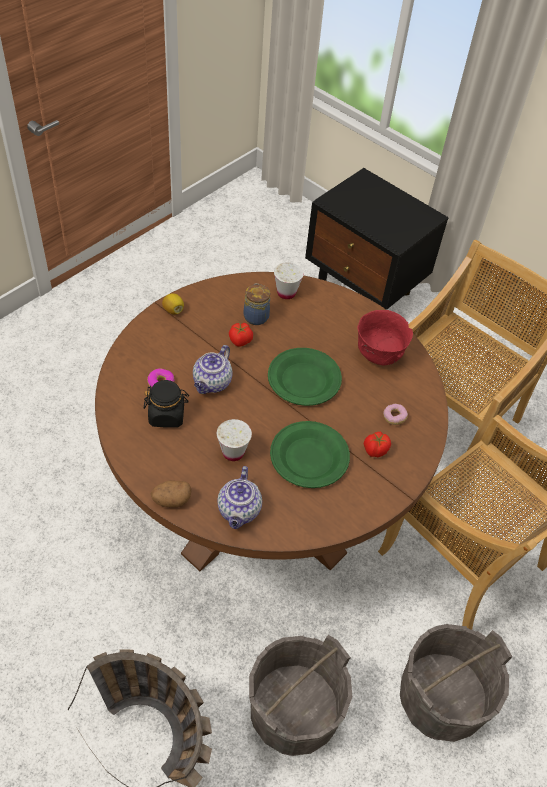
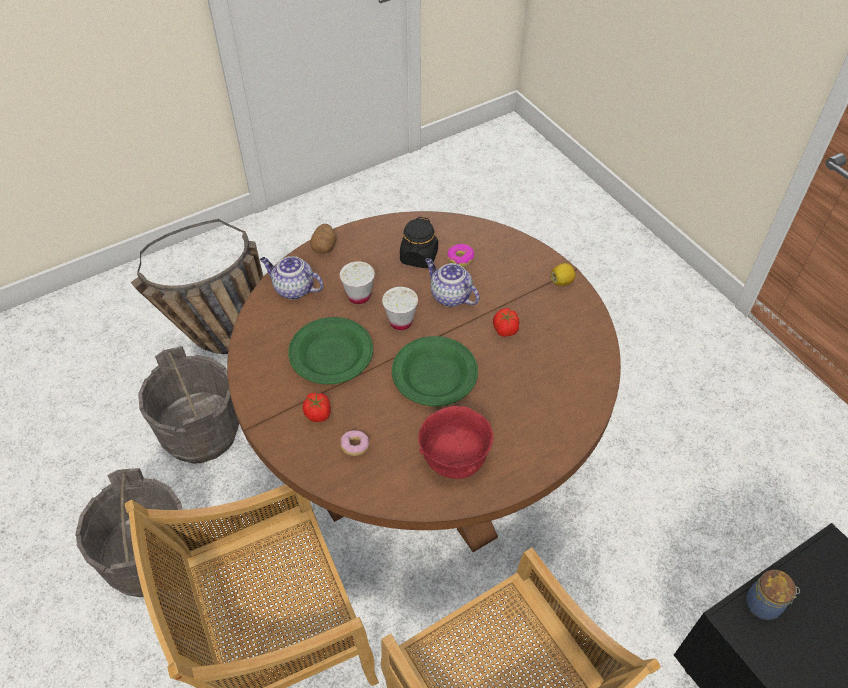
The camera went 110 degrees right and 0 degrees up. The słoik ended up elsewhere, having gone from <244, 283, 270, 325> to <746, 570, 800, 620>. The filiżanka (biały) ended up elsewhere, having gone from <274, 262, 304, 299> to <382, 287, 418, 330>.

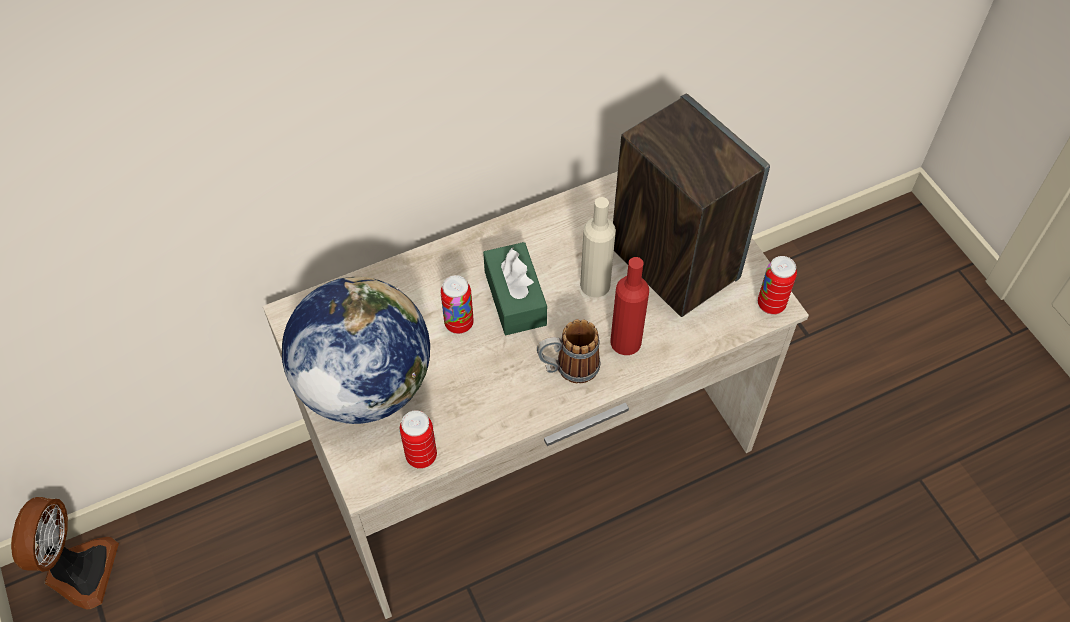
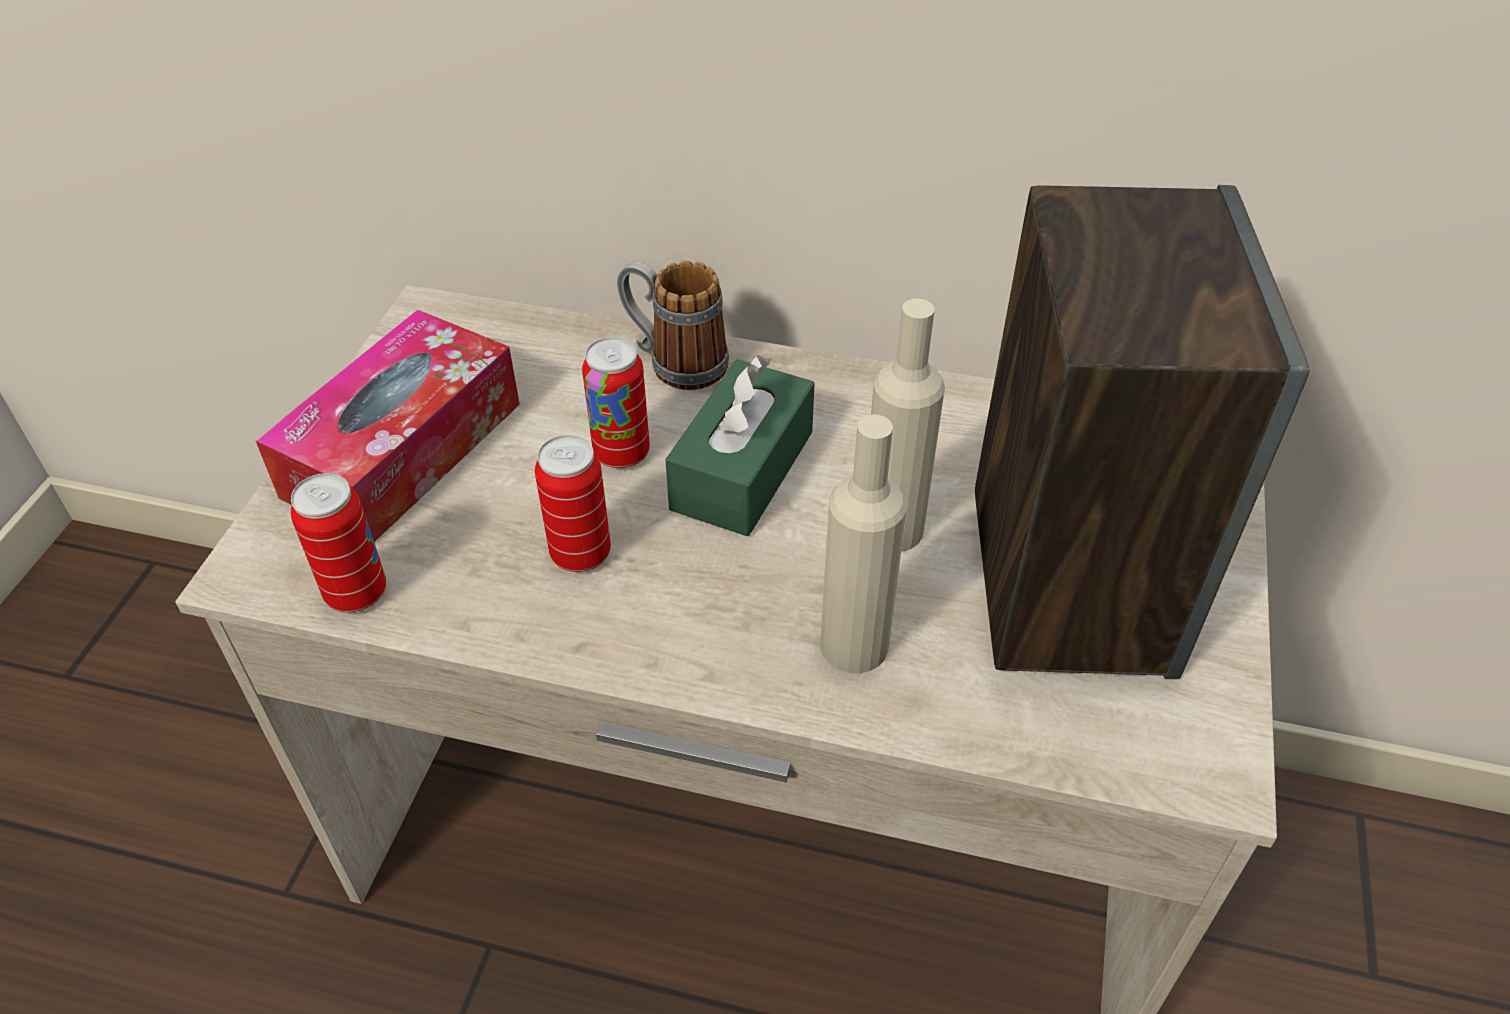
The camera went 40 degrees right and 10 degrees down. The second view lost the wentylator at <11, 497, 119, 609>. Where the globus stood at <282, 277, 430, 424>, the pudełko chusteczek came to stand at <256, 309, 520, 542>. The kubek ended up elsewhere, having gone from <537, 319, 600, 383> to <617, 261, 729, 390>. What was the butelka (czerwony) at <611, 257, 649, 355> turned into the butelka (beżowy) at <820, 414, 906, 673>. The puszka ended up elsewhere, having gone from <758, 256, 797, 315> to <535, 435, 611, 572>.

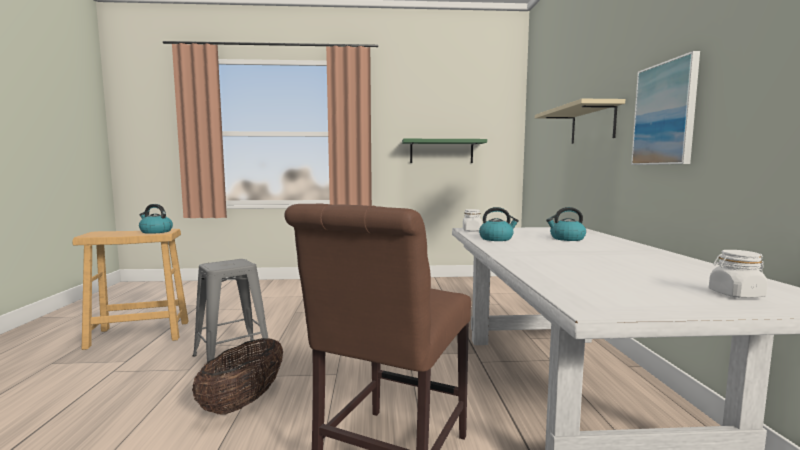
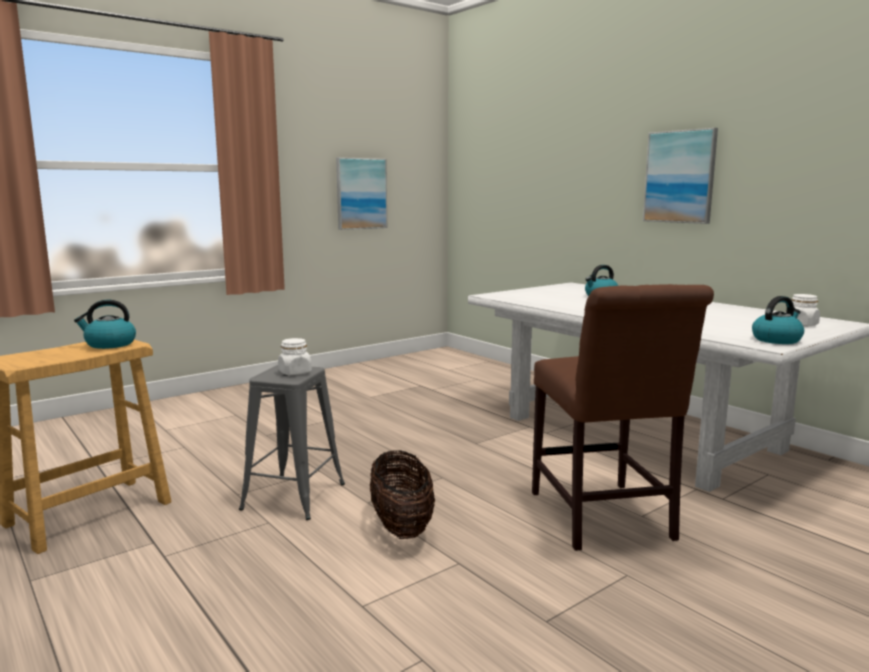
The camera went 35 degrees left and 5 degrees up. Where the półka (zielony) hung at <402, 139, 487, 163>, the obraz came to hang at <336, 157, 387, 230>. The słoik (biały) ended up elsewhere, having gone from <463, 209, 482, 232> to <278, 338, 312, 375>. The czajnik ended up elsewhere, having gone from <479, 207, 519, 241> to <752, 296, 804, 344>. The second view lost the półka (beżowy) at <535, 99, 625, 144>.

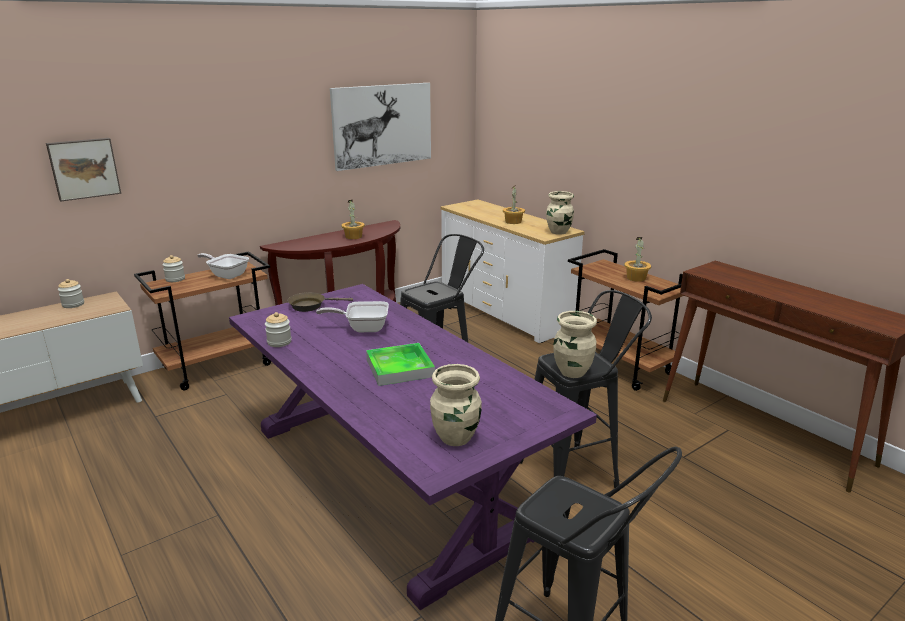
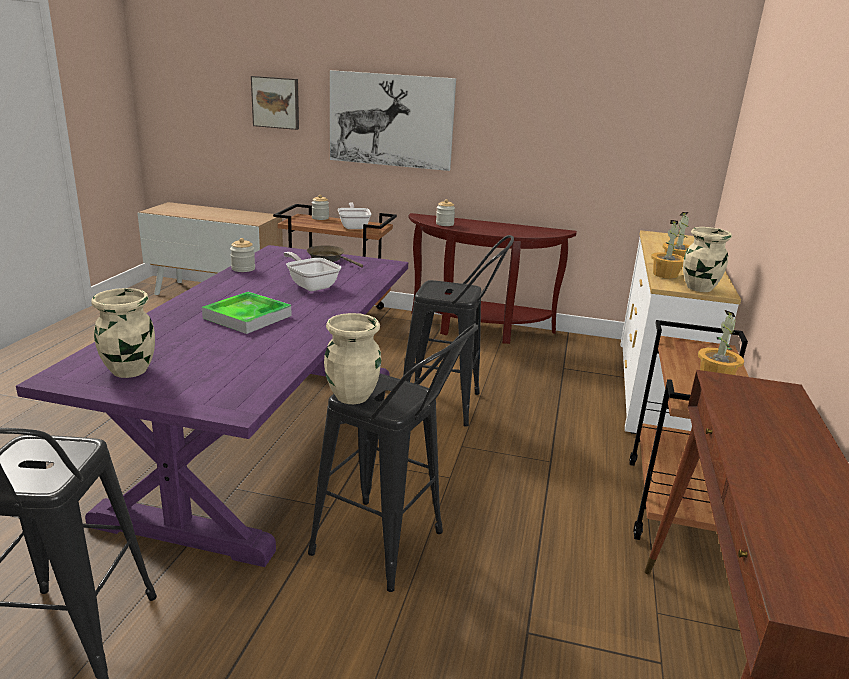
The camera went 50 degrees right and 0 degrees up. The słoik ended up elsewhere, having gone from <58, 279, 84, 308> to <436, 199, 455, 226>. The obraz ended up elsewhere, having gone from <330, 83, 431, 171> to <330, 70, 456, 171>. The roślina doniczkowa ended up elsewhere, having gone from <341, 200, 365, 239> to <651, 220, 684, 279>.

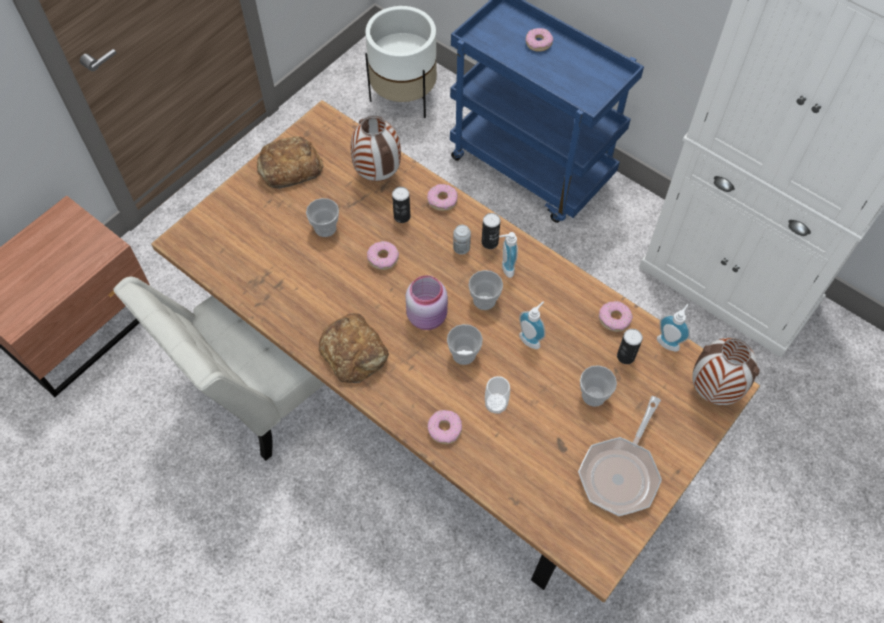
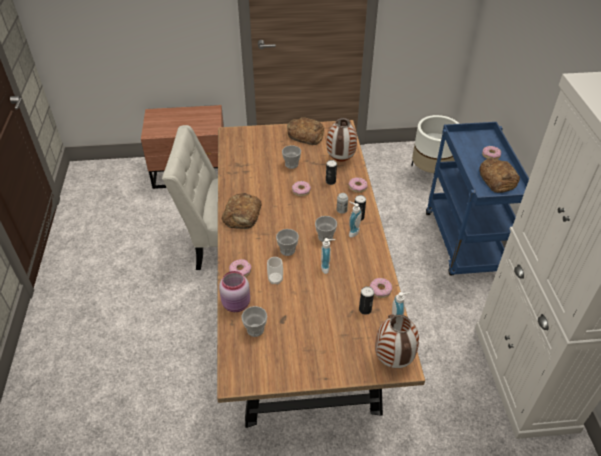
The camera went 45 degrees right and 15 degrees down. The słoik (różowy) ended up elsewhere, having gone from <405, 275, 448, 330> to <219, 271, 250, 312>. The second view lost the patelnia at <578, 396, 662, 516>. The filiżanka ended up elsewhere, having gone from <580, 365, 617, 407> to <241, 306, 267, 337>. The second view gained the chleb at <479, 158, 520, 193>.

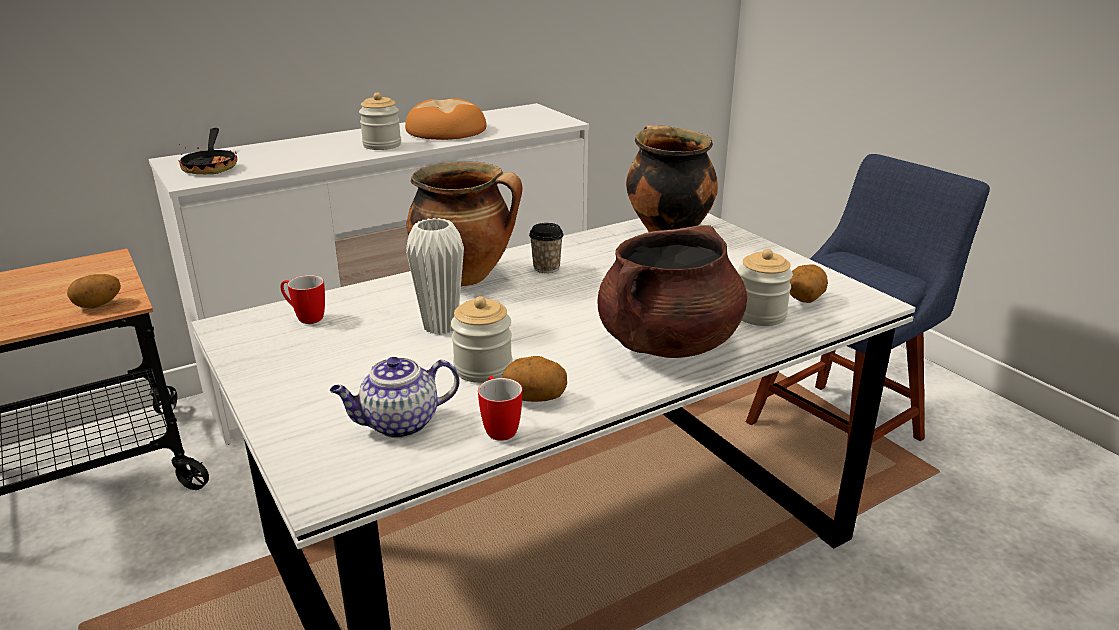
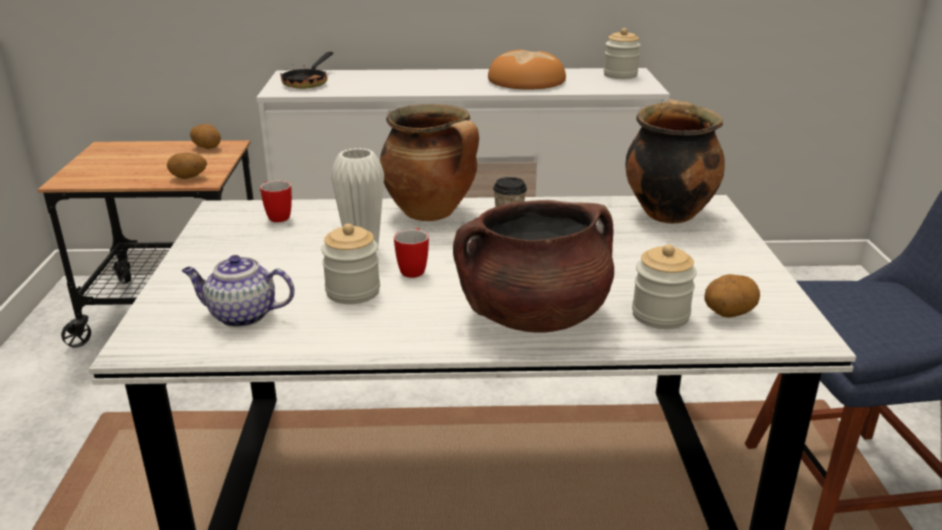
The camera went 30 degrees right and 0 degrees up. The słoik ended up elsewhere, having gone from <359, 93, 401, 150> to <604, 28, 641, 79>. The kubek ended up elsewhere, having gone from <478, 376, 522, 441> to <394, 228, 429, 278>. The ziemniak ended up elsewhere, having gone from <502, 356, 567, 402> to <190, 124, 221, 149>.

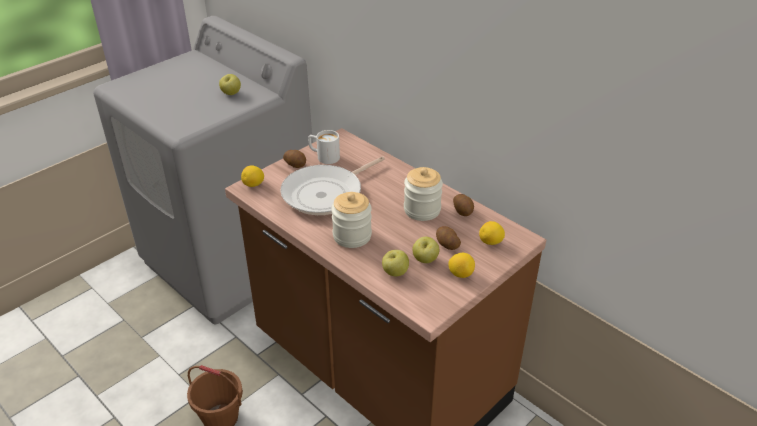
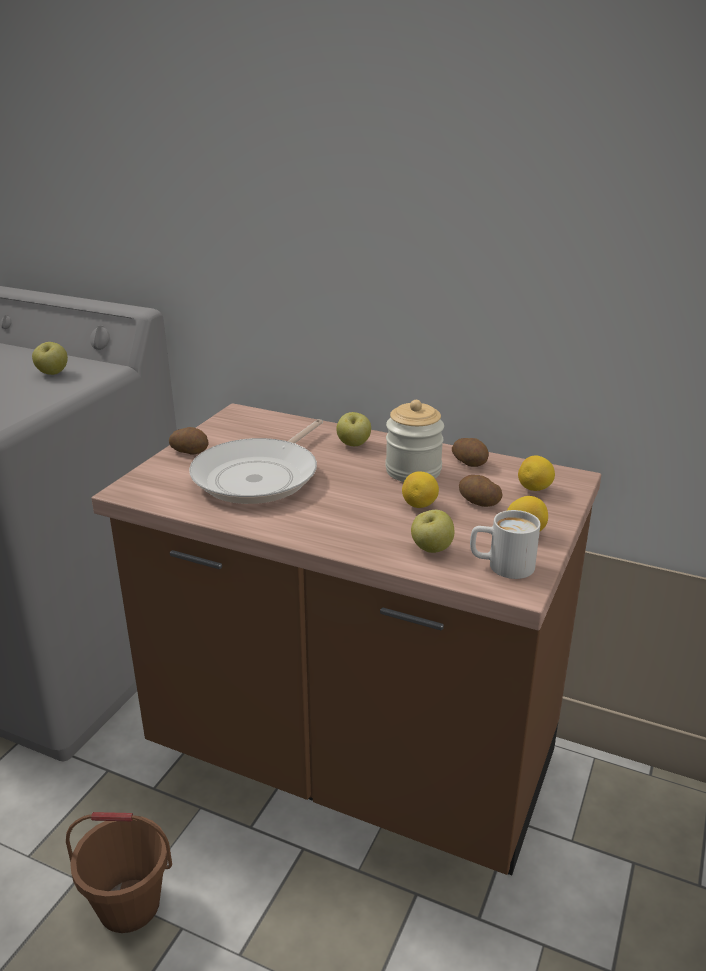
The camera went 20 degrees left and 10 degrees down. The cytryna ended up elsewhere, having gone from <241, 165, 264, 187> to <402, 471, 439, 508>. The kubek (biały) ended up elsewhere, having gone from <308, 130, 340, 164> to <470, 510, 541, 579>. The second view lost the słoik at <331, 192, 372, 248>. The jabłko ended up elsewhere, having gone from <412, 237, 439, 263> to <336, 412, 371, 446>.

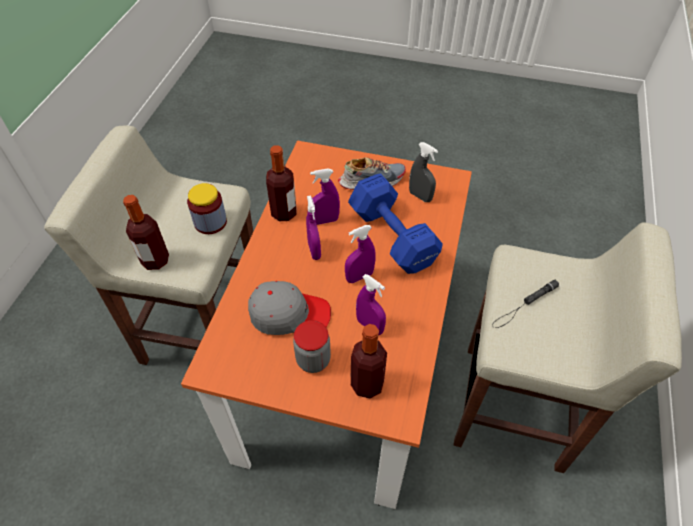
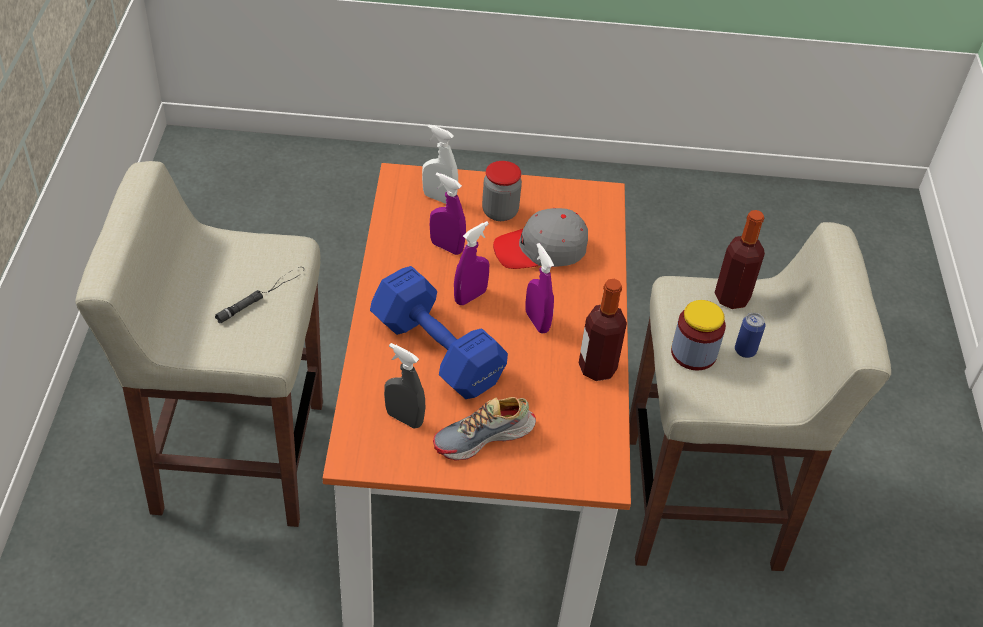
The camera went 165 degrees right and 5 degrees down. The second view lost the spryskiwacz (fioletowy) at <310, 168, 340, 225>. Where the butelka stood at <351, 324, 387, 399>, the spryskiwacz (biały) came to stand at <422, 125, 458, 204>. The second view gained the puszka at <735, 313, 766, 358>.

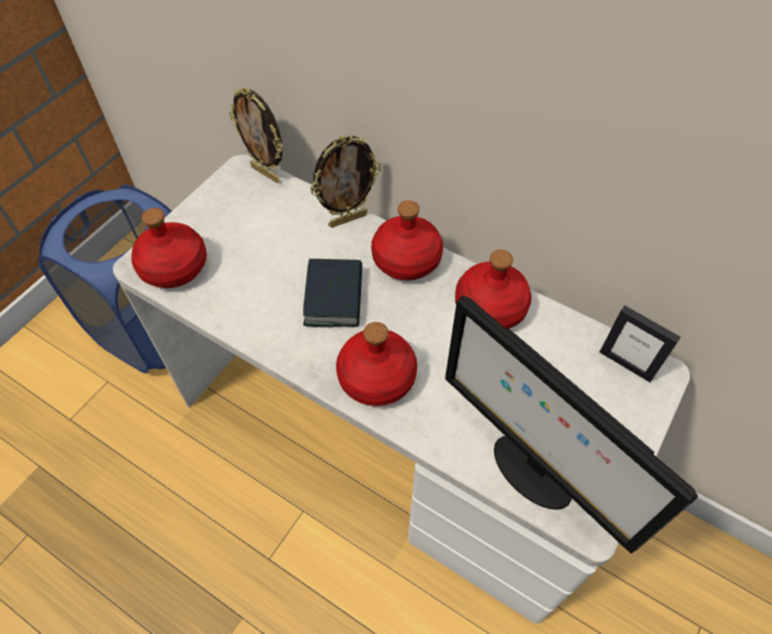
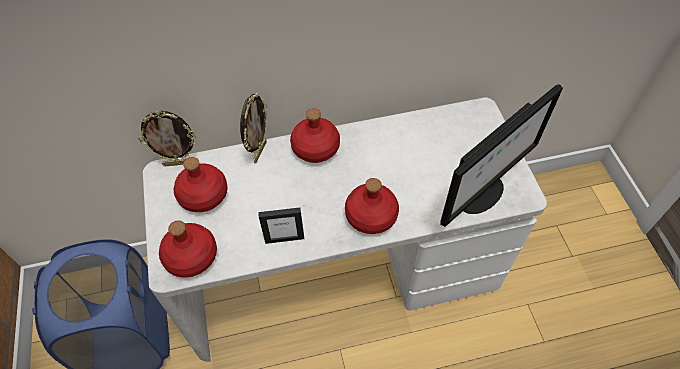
The camera went 45 degrees left and 0 degrees up. The second view lost the książka at <303, 259, 362, 327>. The monitor at <445, 296, 698, 554> ended up facing another way, 45 degrees counterclockwise from before. The butelka (czerwony) ended up elsewhere, having gone from <455, 250, 532, 329> to <174, 157, 228, 212>. The ramka na zdjęcie ended up elsewhere, having gone from <600, 305, 681, 382> to <258, 207, 304, 244>.

